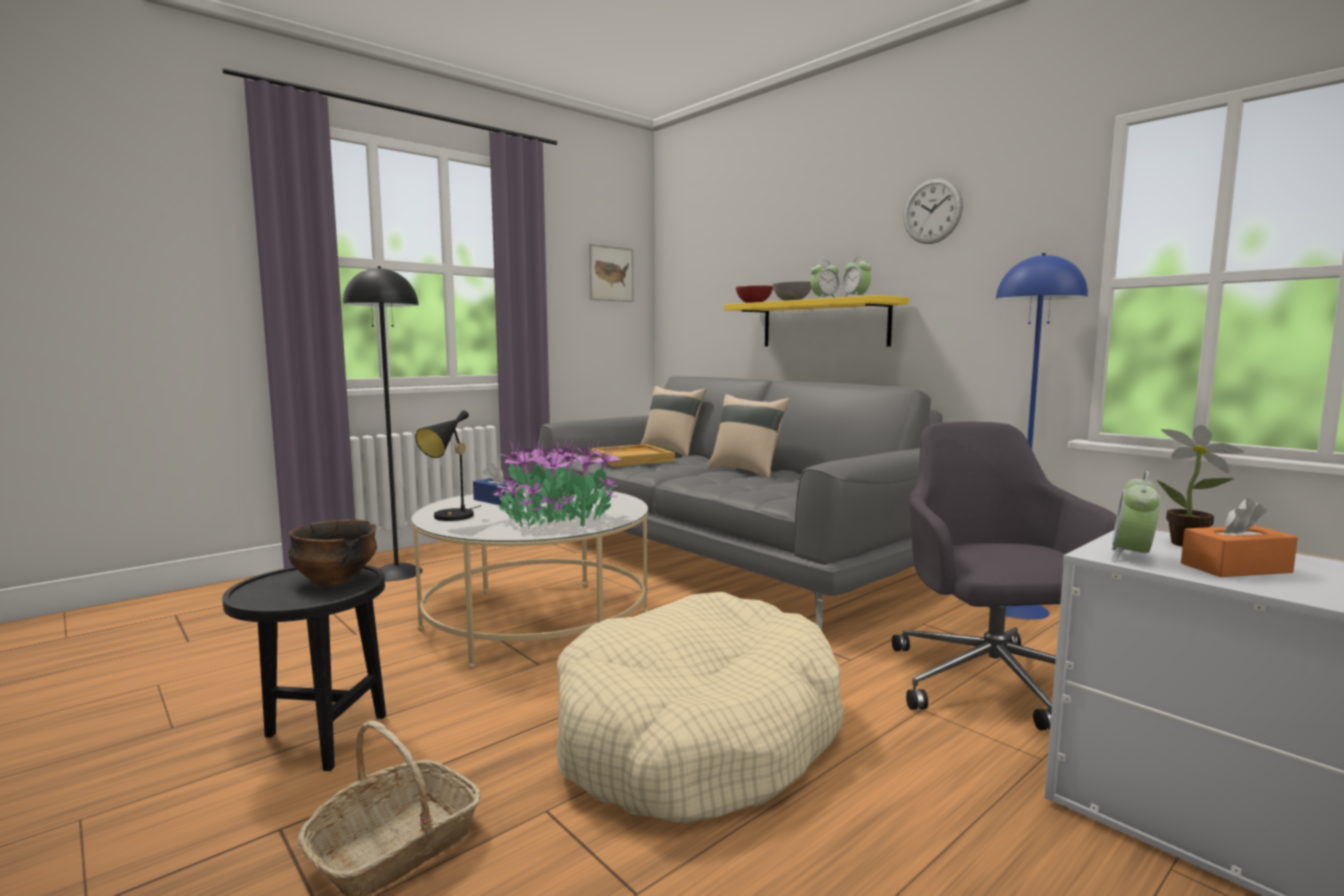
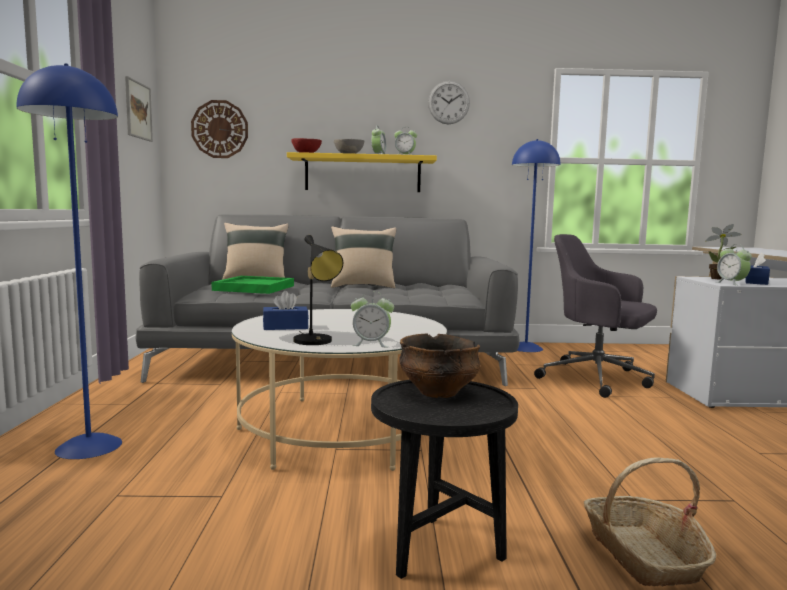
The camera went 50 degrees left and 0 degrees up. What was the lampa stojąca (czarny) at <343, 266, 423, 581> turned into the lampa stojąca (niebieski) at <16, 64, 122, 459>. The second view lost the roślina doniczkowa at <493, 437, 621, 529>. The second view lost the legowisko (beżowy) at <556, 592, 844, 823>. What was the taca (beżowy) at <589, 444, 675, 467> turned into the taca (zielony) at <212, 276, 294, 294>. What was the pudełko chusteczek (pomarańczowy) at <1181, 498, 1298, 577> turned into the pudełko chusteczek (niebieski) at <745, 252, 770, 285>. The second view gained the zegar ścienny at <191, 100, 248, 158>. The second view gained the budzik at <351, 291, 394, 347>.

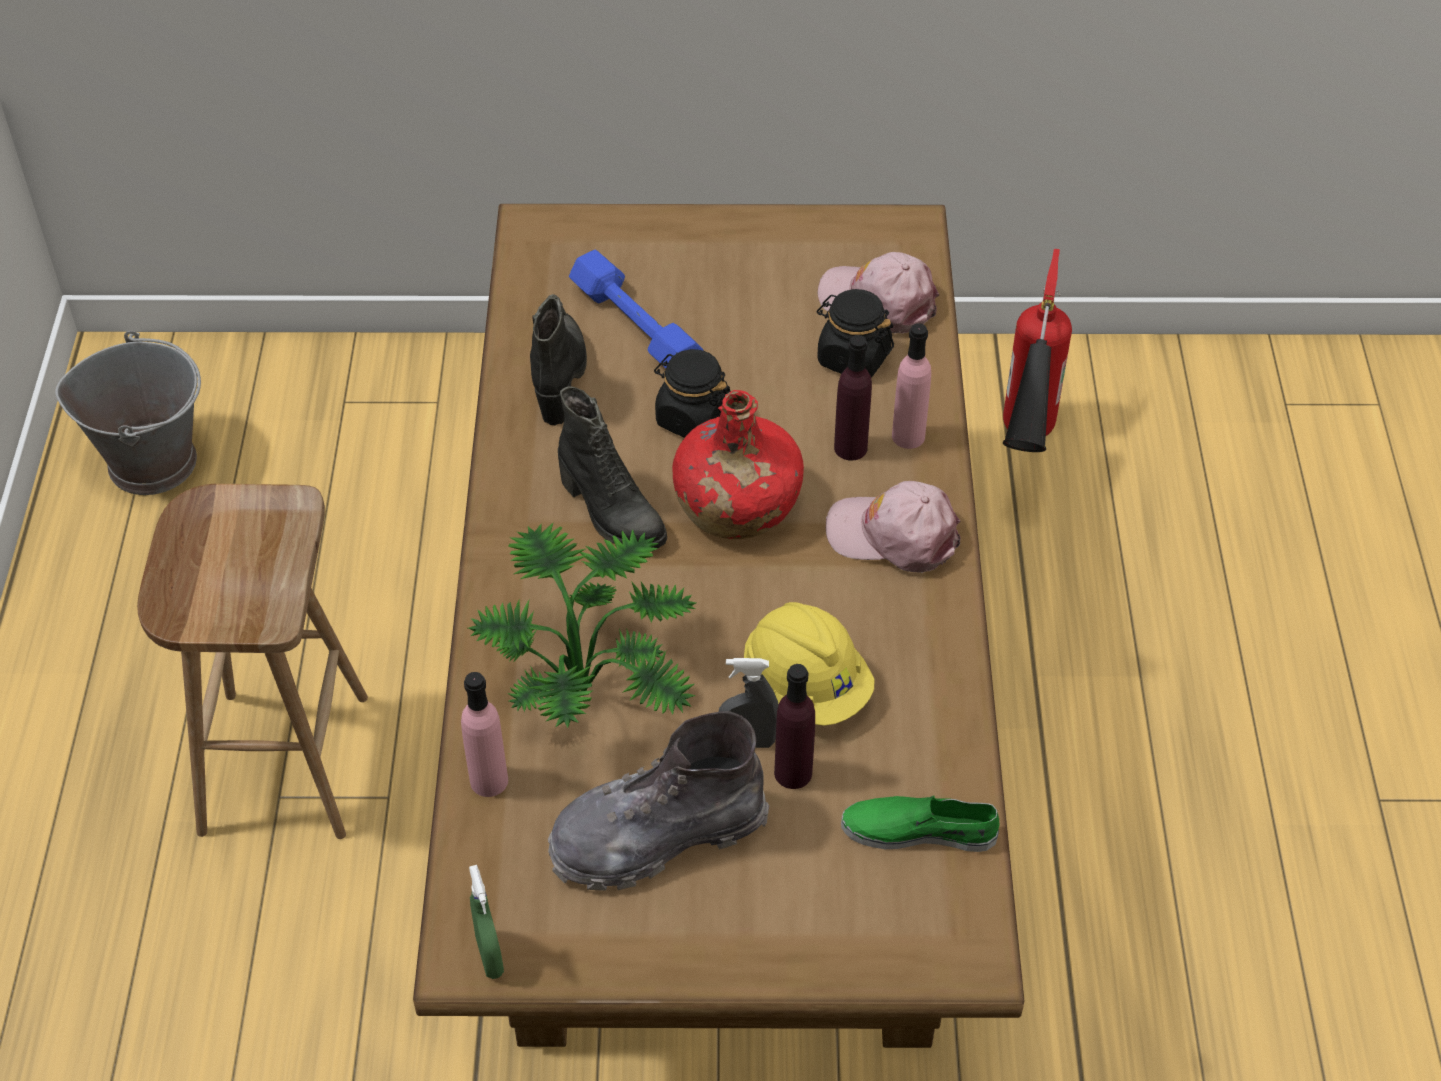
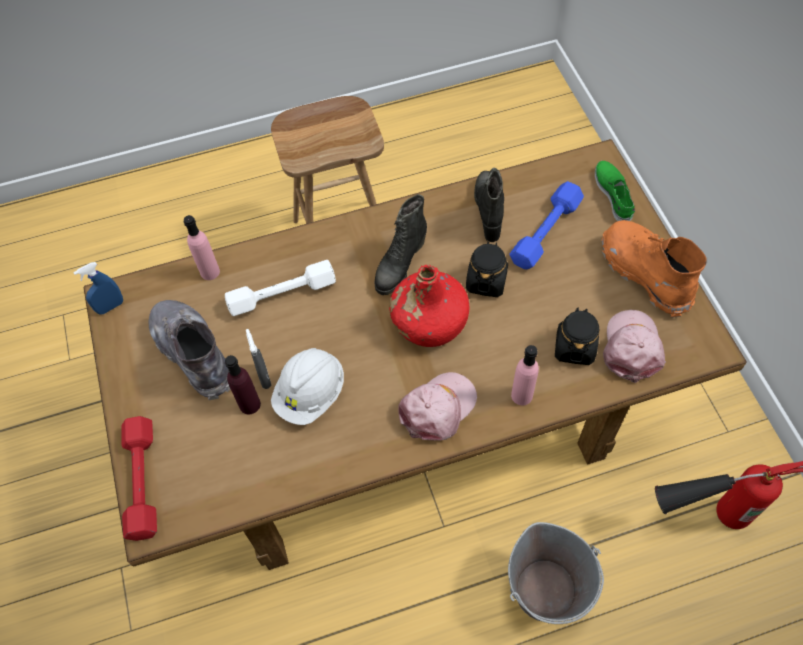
The camera went 75 degrees right and 10 degrees up. The wiadro (szary) ended up elsewhere, having gone from <55, 331, 201, 495> to <508, 522, 604, 624>. Where the roślina doniczkowa stood at <468, 522, 696, 728>, the hantel (biały) came to stand at <225, 260, 336, 316>. What was the spryskiwacz (zielony) at <469, 865, 504, 979> turned into the spryskiwacz (niebieski) at <73, 262, 123, 315>. The but z cholewką (czarny) at <530, 294, 587, 426> ended up facing another way, 75 degrees counterclockwise from before. What was the kask (żółty) at <744, 602, 875, 726> turned into the kask (biały) at <271, 348, 344, 425>. The czapka z daszkiem (różowy) at <826, 481, 961, 573> ended up facing another way, 45 degrees clockwise from before. The second view lost the butelka (fioletowy) at <834, 335, 872, 461>. The but (zielony) ended up elsewhere, having gone from <841, 796, 999, 852> to <595, 161, 635, 221>. The second view gained the hantel (czerwony) at <121, 416, 157, 541>. The second view gained the but z cholewką (pomarańczowy) at <601, 220, 707, 318>.

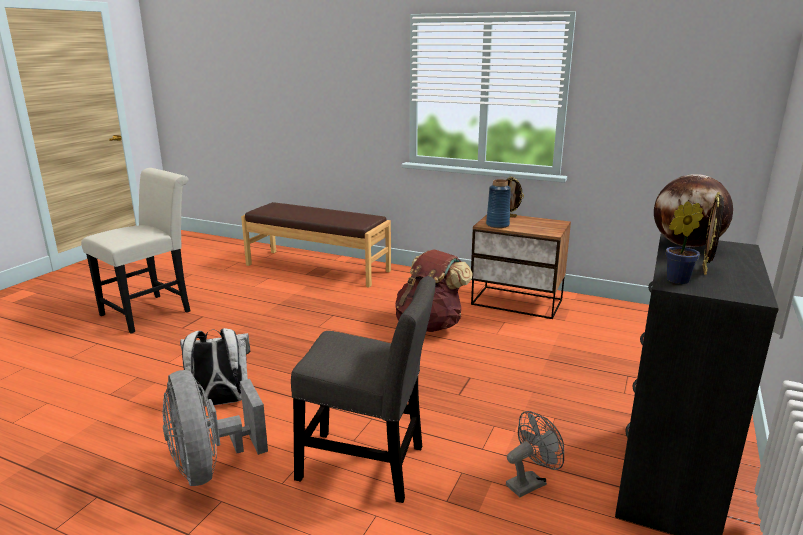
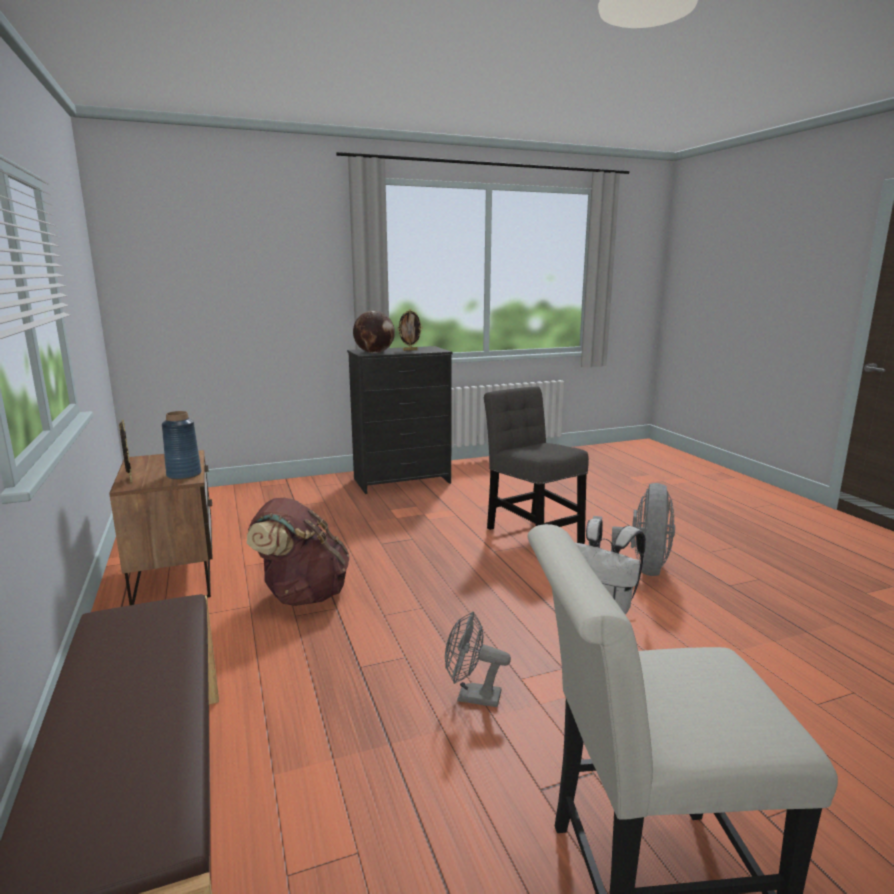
The camera went 135 degrees left and 5 degrees down. The wentylator (szary) ended up elsewhere, having gone from <506, 411, 564, 497> to <445, 611, 511, 707>. The second view lost the roślina doniczkowa at <666, 201, 704, 284>.

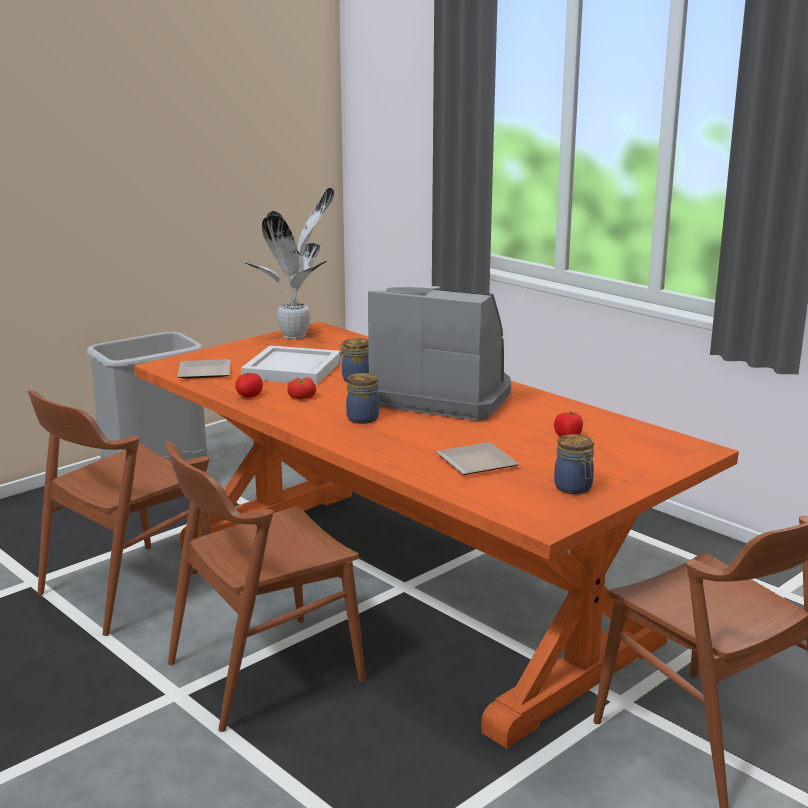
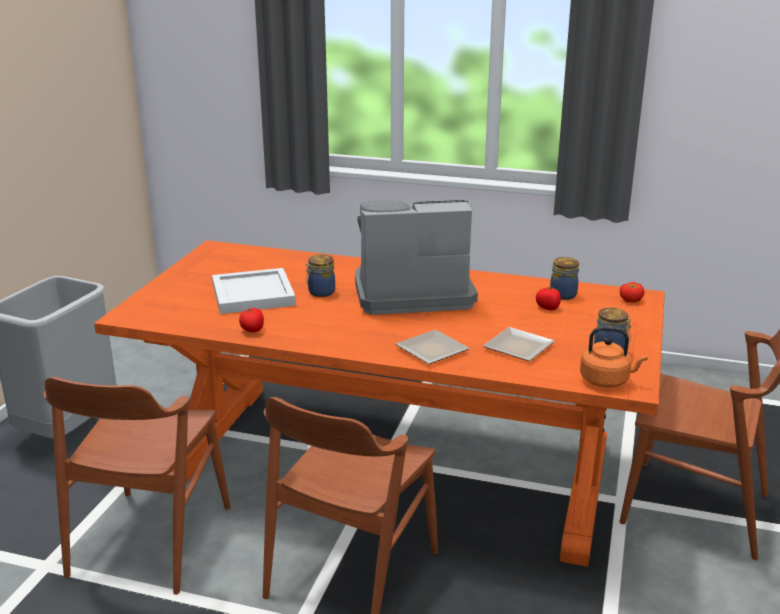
The camera went 30 degrees left and 5 degrees up. The talerz ended up elsewhere, having gone from <178, 359, 230, 379> to <396, 330, 470, 364>. The second view lost the roślina doniczkowa at <246, 188, 334, 339>. The pomidor ended up elsewhere, having gone from <287, 378, 316, 400> to <620, 282, 644, 302>. The słoik ended up elsewhere, having gone from <346, 373, 379, 424> to <550, 257, 579, 300>. The second view gained the czajnik (pomarańczowy) at <580, 326, 648, 388>.

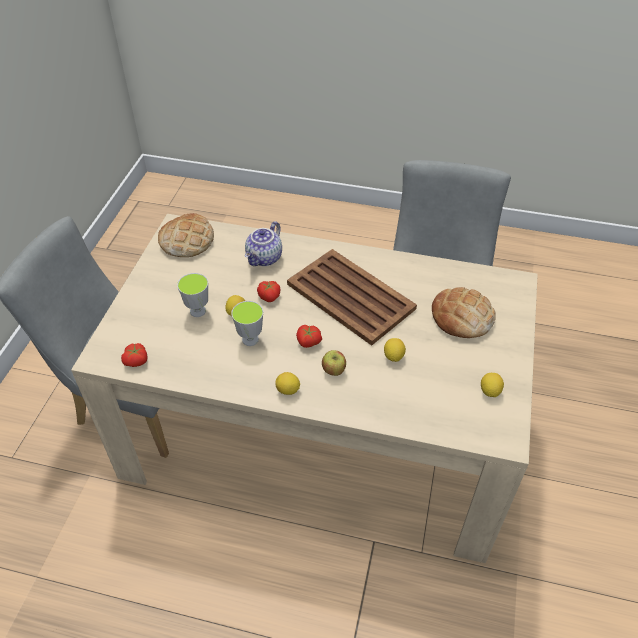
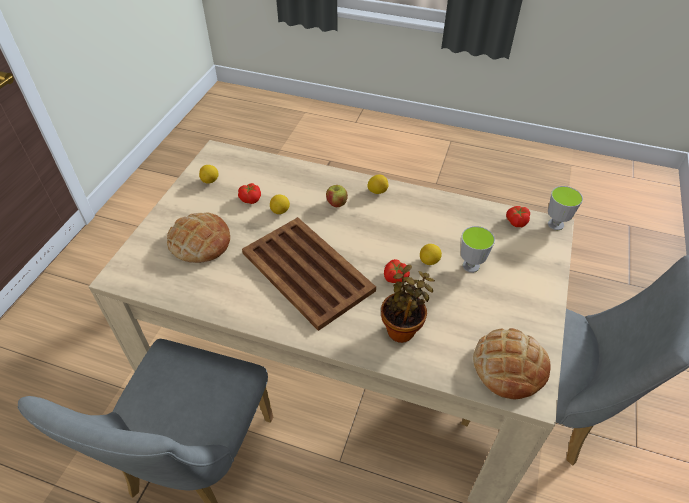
The camera went 175 degrees left and 0 degrees up. The filiżanka ended up elsewhere, having gone from <231, 301, 263, 346> to <548, 186, 583, 230>. Where the imbryk stood at <245, 221, 282, 266>, the roślina doniczkowa came to stand at <381, 265, 435, 343>. The pomidor ended up elsewhere, having gone from <296, 325, 322, 348> to <238, 183, 261, 204>.

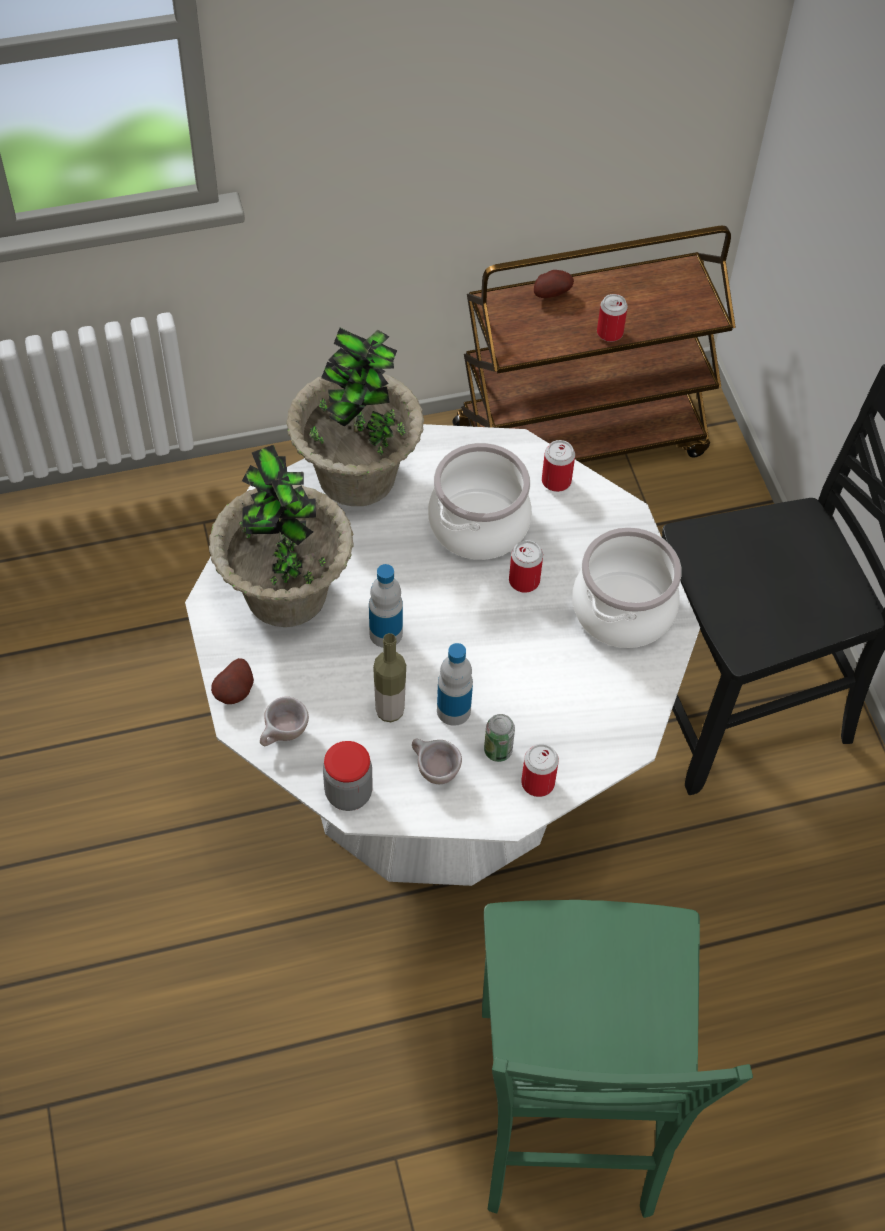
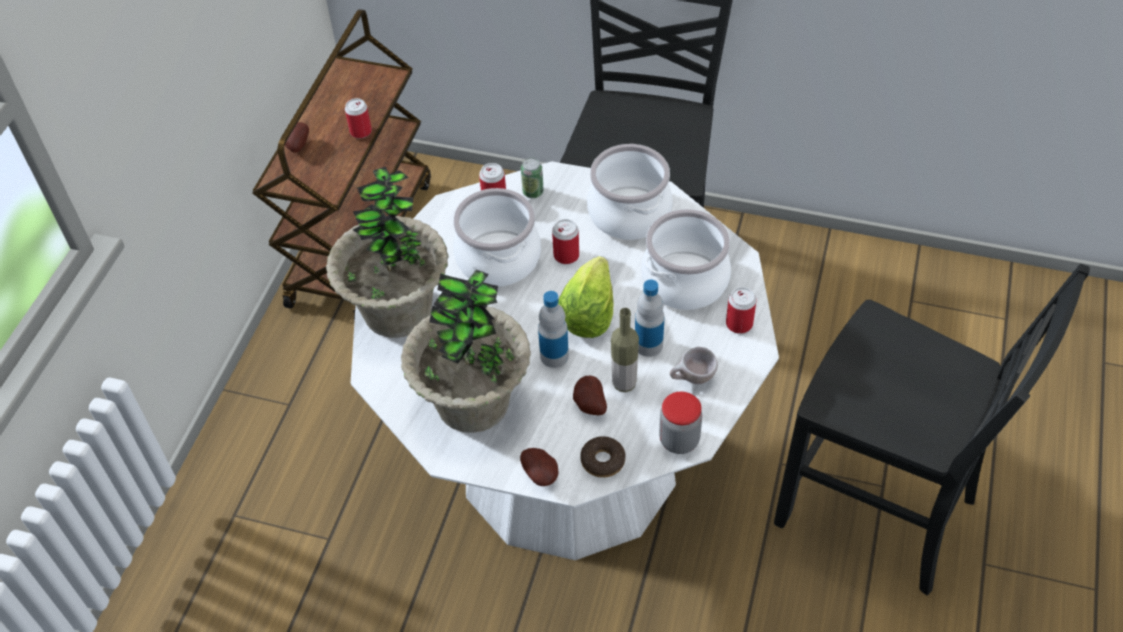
The camera went 55 degrees left and 5 degrees down. Where the filiżanka (beżowy) stood at <260, 696, 309, 746>, the donut came to stand at <580, 436, 626, 478>. What was the krzesło (zielony) at <482, 900, 753, 1218> turned into the krzesło (czarny) at <774, 264, 1090, 595>. The puszka ended up elsewhere, having gone from <484, 714, 515, 762> to <521, 158, 544, 198>. The second view gained the sałata at <558, 256, 613, 338>. The second view gained the ziemniak at <573, 376, 607, 415>. The second view gained the garnek at <641, 209, 731, 310>.

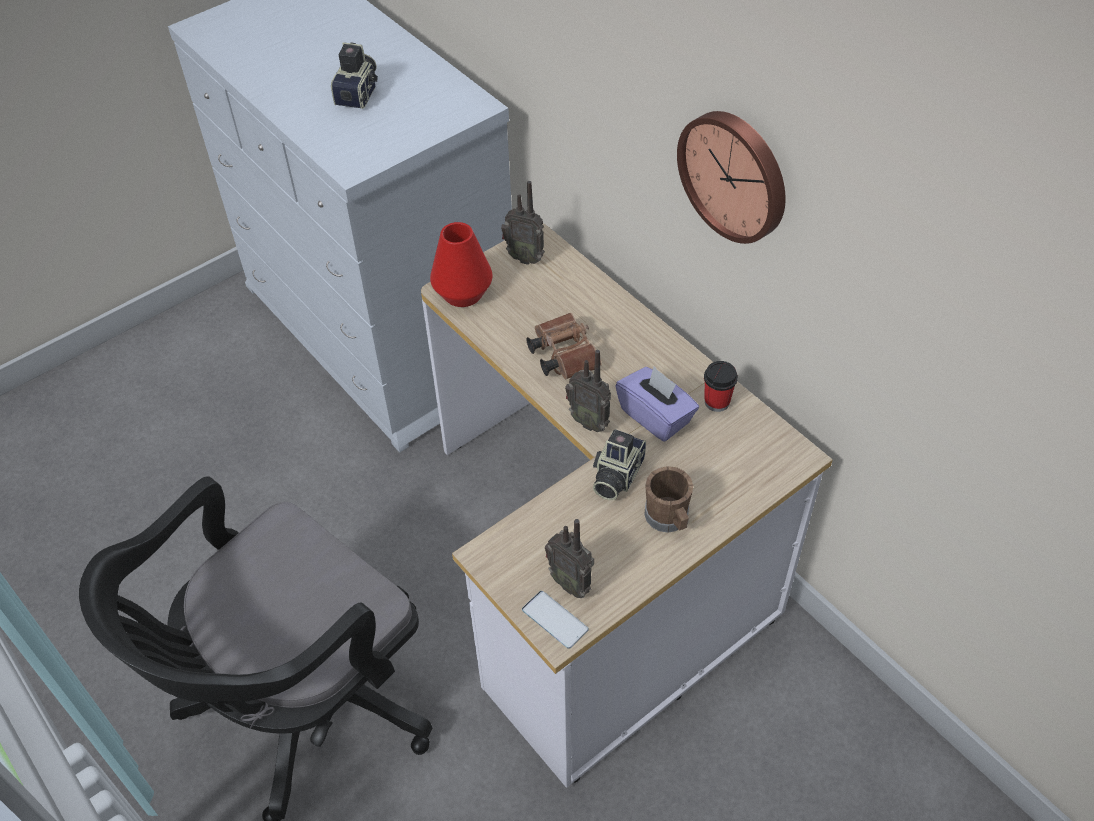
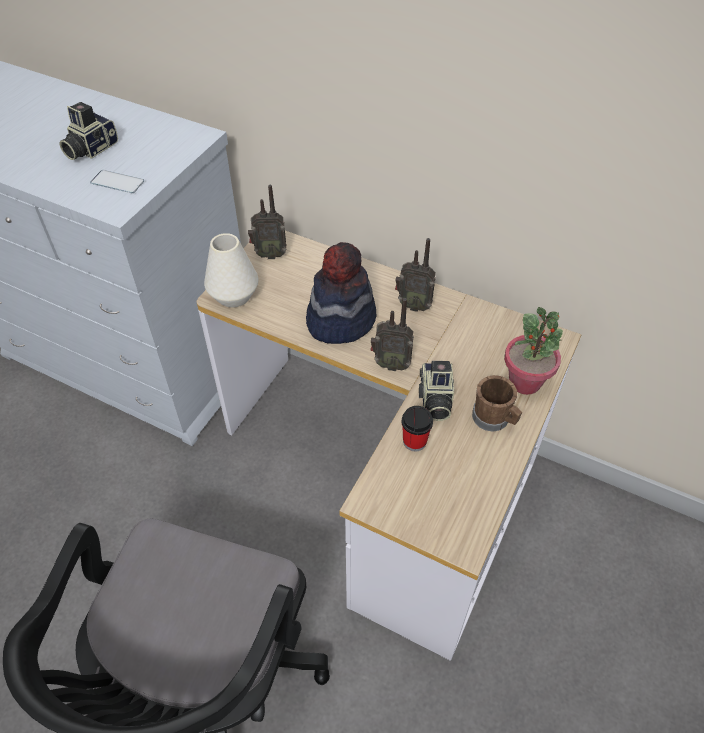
The camera went 25 degrees left and 0 degrees up. The aparat fotograficzny at <331, 42, 378, 109> ended up facing another way, 135 degrees counterclockwise from before. What was the wazon (czerwony) at <430, 222, 493, 307> turned into the wazon (biały) at <204, 233, 258, 308>. The telefon ended up elsewhere, having gone from <522, 591, 589, 649> to <90, 170, 144, 193>. Where the lornetka (brązowy) stood at <527, 313, 602, 380>, the kapelusz came to stand at <306, 242, 376, 344>. The radio ended up elsewhere, having gone from <545, 519, 594, 598> to <395, 238, 436, 312>. The second view lost the pudełko chusteczek (fioletowy) at <615, 366, 699, 442>. The second view lost the zegar ścienny at <677, 111, 785, 244>. The filiżanka ended up elsewhere, having gone from <704, 361, 738, 412> to <401, 406, 433, 451>. The second view gained the roślina doniczkowa at <504, 307, 563, 395>.

